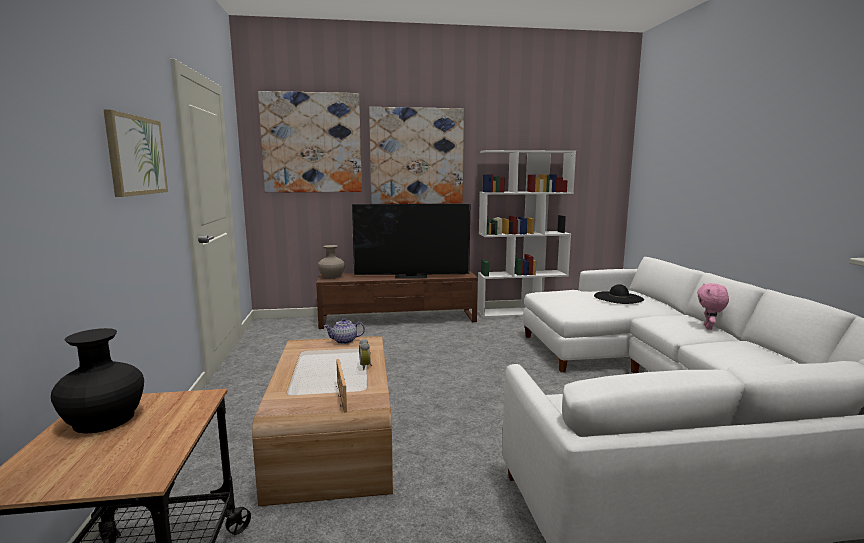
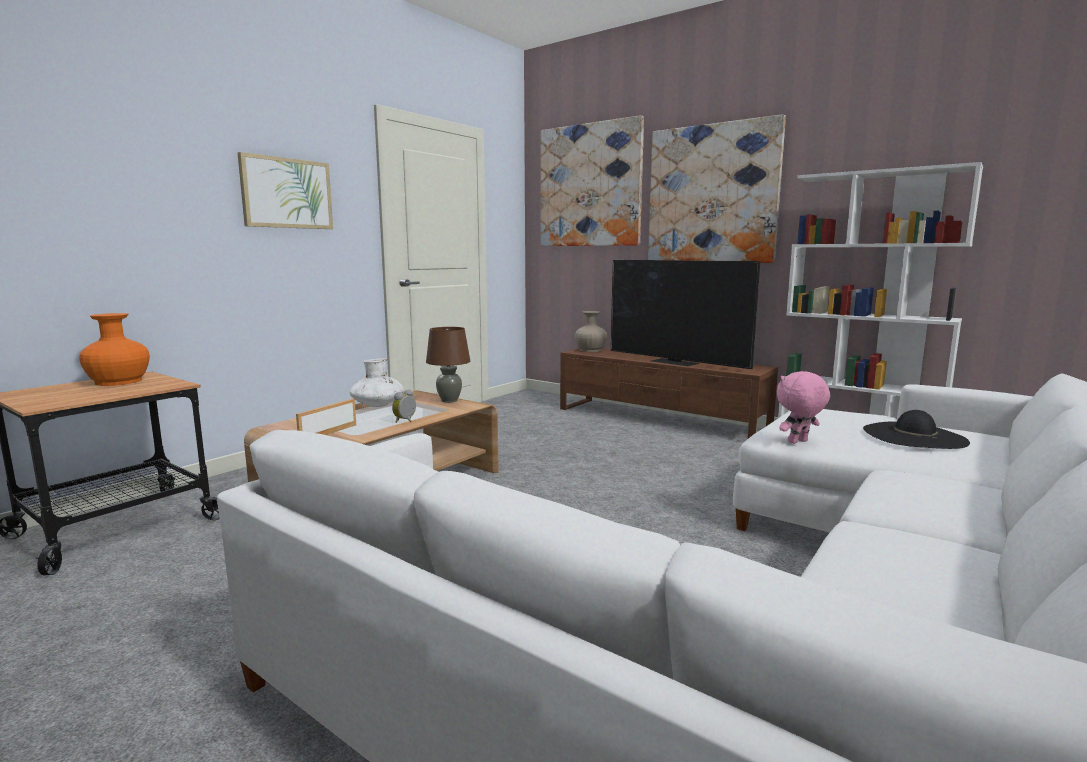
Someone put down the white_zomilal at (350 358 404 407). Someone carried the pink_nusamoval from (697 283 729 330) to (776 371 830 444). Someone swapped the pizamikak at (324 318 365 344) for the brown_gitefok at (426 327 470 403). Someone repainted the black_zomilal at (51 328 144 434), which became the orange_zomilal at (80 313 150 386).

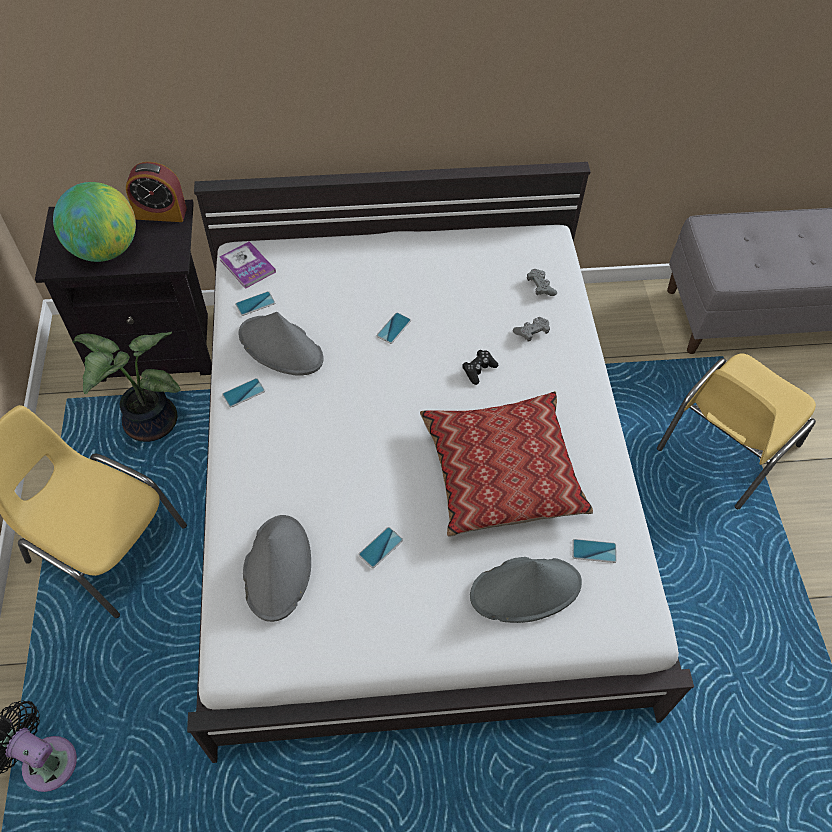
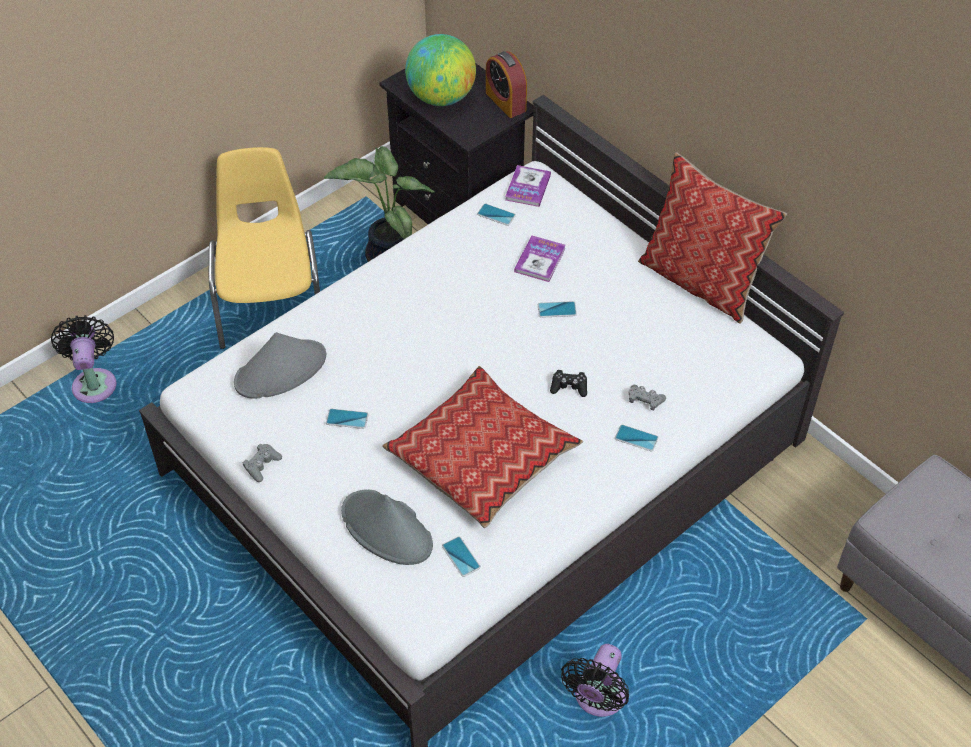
Someone took away the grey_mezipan at (238 312 324 376). Someone took away the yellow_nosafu at (657 353 816 509). Someone put down the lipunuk at (514 235 566 282). Someone put down the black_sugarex at (561 644 629 717). Someone put down the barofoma at (638 152 787 324). Someone carried the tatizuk from (222 378 265 407) to (615 425 659 451). Someone carried the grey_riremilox from (527 269 557 296) to (243 444 282 482).

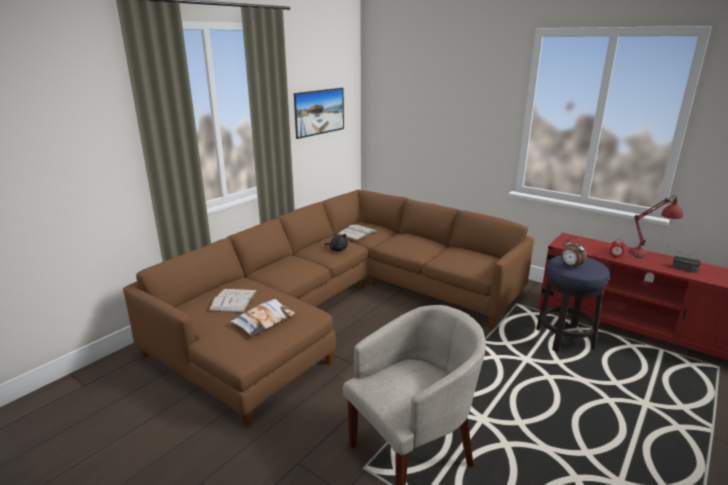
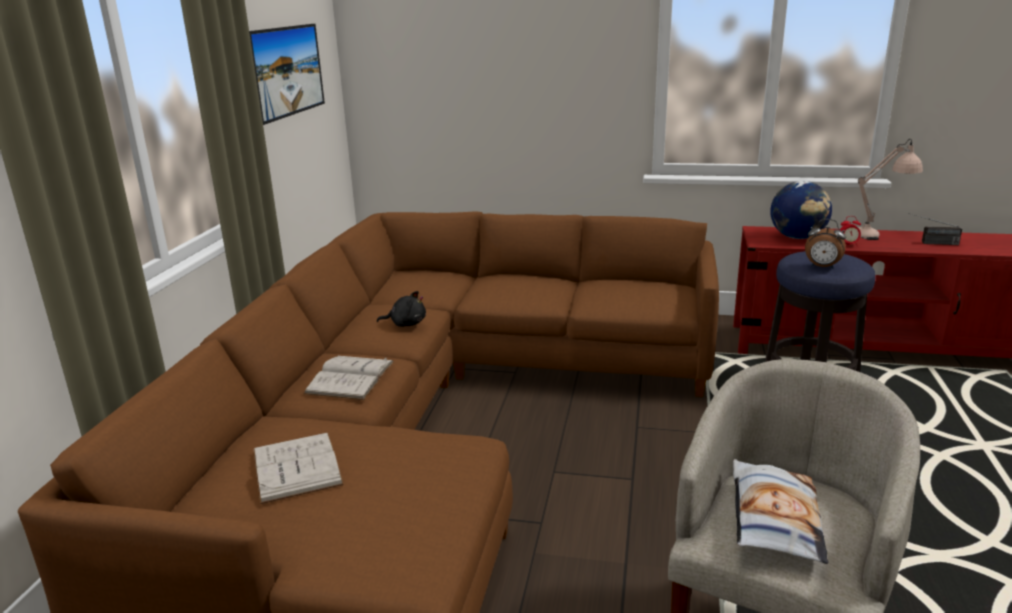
Someone put down the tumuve at (770 181 832 239). Someone carried the barofoma from (230 299 296 336) to (733 459 829 564). Someone carried the white_lipunuk from (337 225 377 241) to (304 356 394 400). Someone repainted the red_gitefok at (627 195 683 258), which became the beige_gitefok at (858 139 923 240).

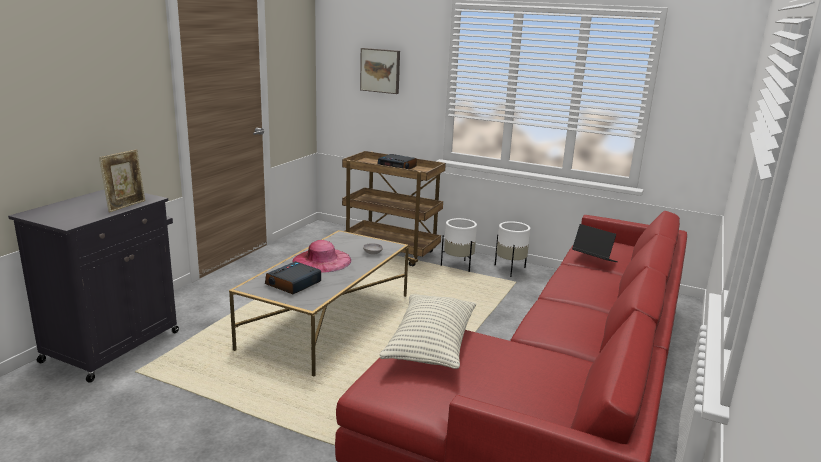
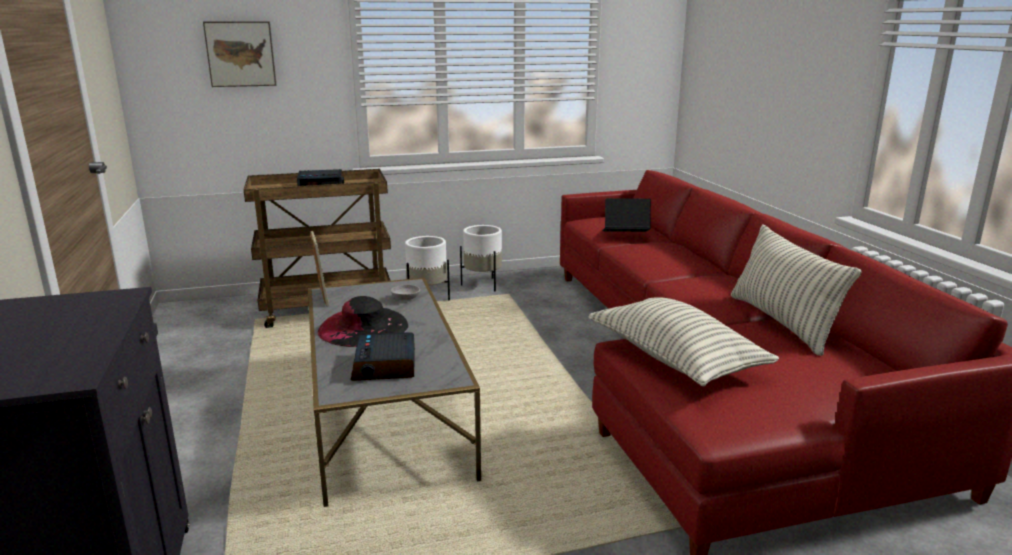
Someone put down the barofoma at (731 224 862 356). Someone carried the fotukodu from (99 149 145 212) to (311 231 329 306). Someone repainted the pink_mezipan at (293 240 351 273), which became the black_mezipan at (318 296 409 347).

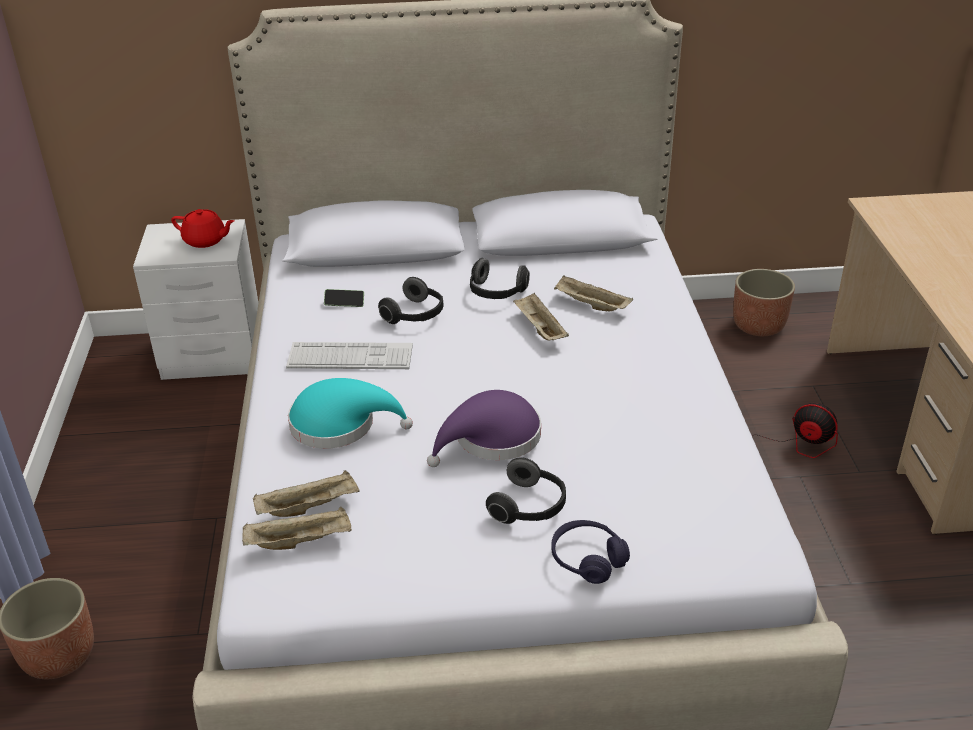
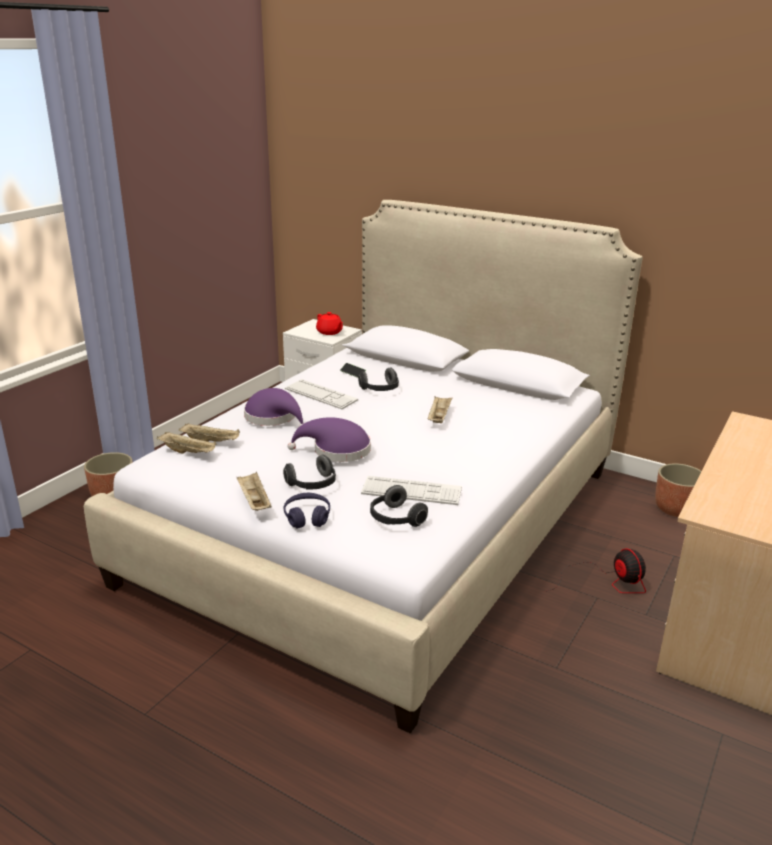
Someone put down the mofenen at (361 476 462 505). Someone carried the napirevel from (470 258 530 299) to (370 485 428 527). Someone carried the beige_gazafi from (554 275 633 311) to (236 472 272 511). Someone repainted the turquoise_mezipan at (288 378 413 449), which became the purple_mezipan at (244 388 304 427).

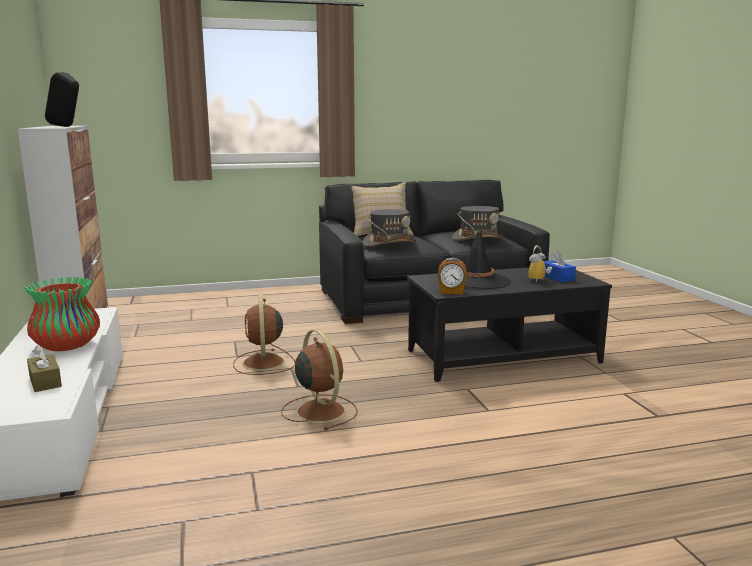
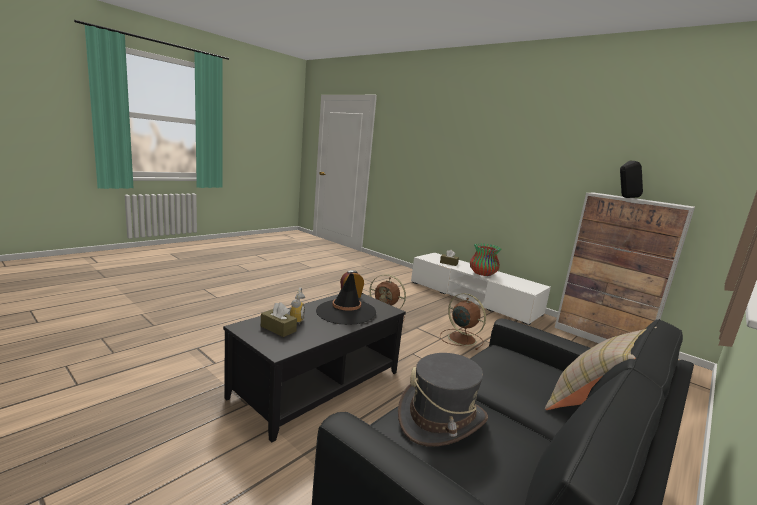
Someone took away the grey_mezipan at (363 209 416 247). Someone repainted the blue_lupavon at (544 251 576 282), which became the brown_lupavon at (261 302 297 337).

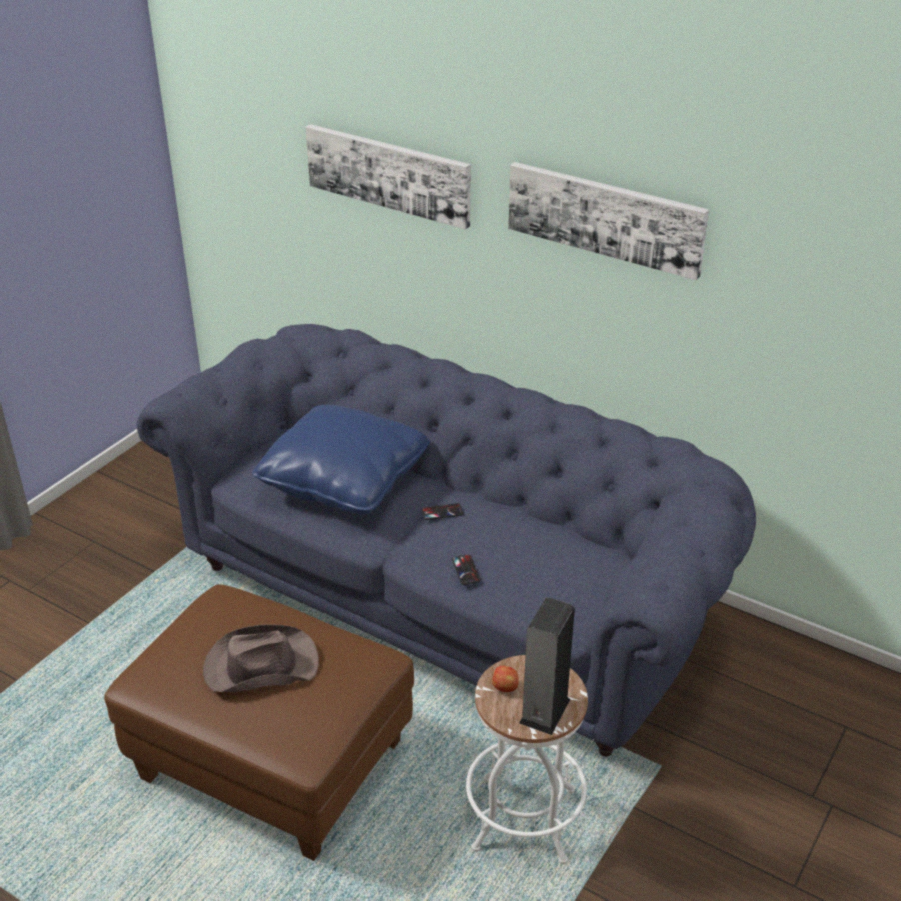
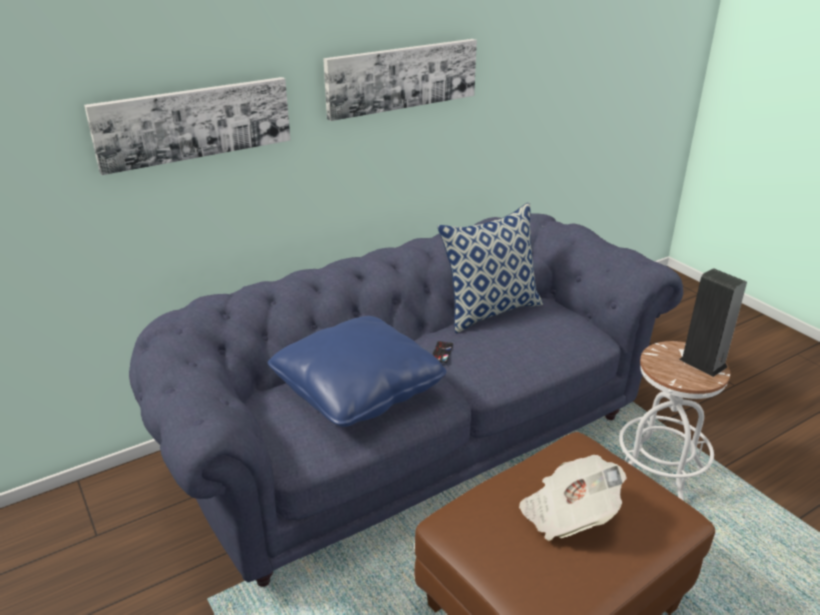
Someone took away the tatizuk at (452 554 481 585). Someone took away the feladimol at (492 666 519 692). Someone put down the barofoma at (437 202 543 333). Someone swapped the brown_mezipan at (203 624 319 692) for the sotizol at (519 455 627 541).

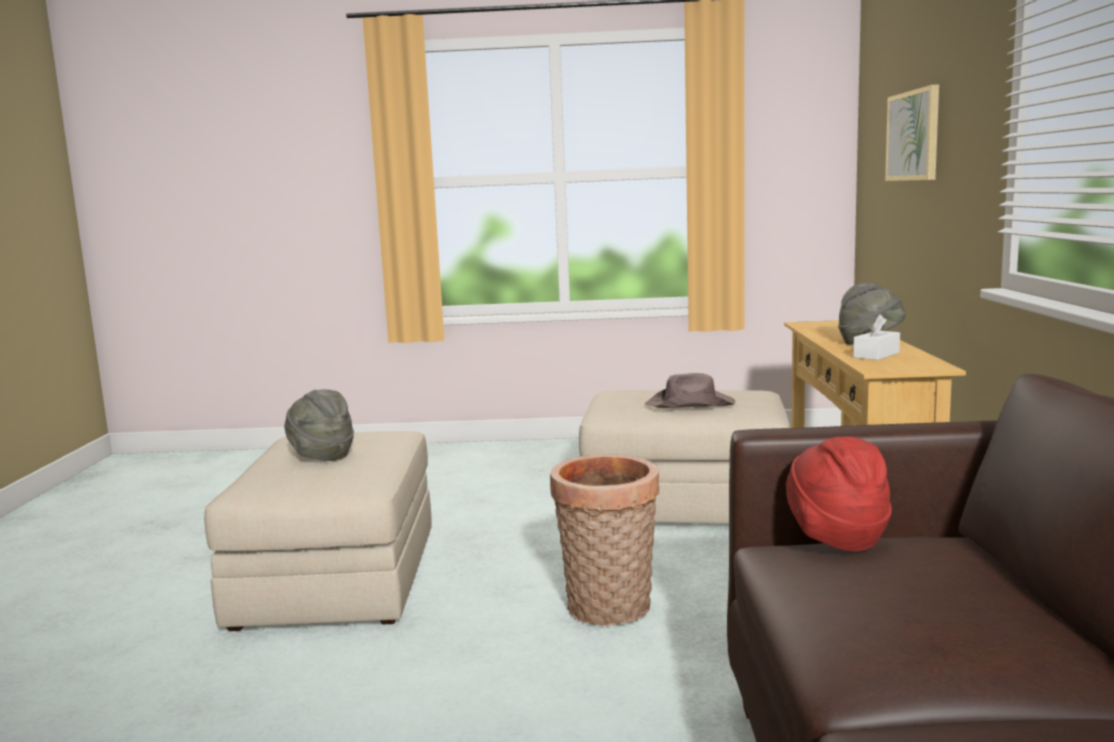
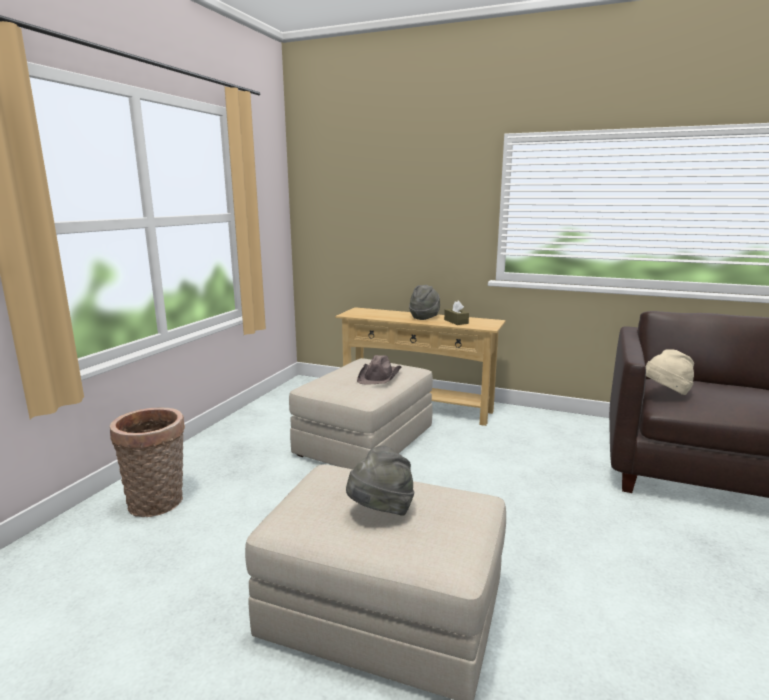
Someone took away the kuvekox at (885 84 939 181). Someone carried the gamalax from (550 454 659 626) to (110 408 185 517). Someone repainted the red_mezipan at (785 437 892 551), which became the beige_mezipan at (646 350 694 395). Someone repainted the white_lupavon at (853 314 900 360), which became the brown_lupavon at (444 301 469 325).

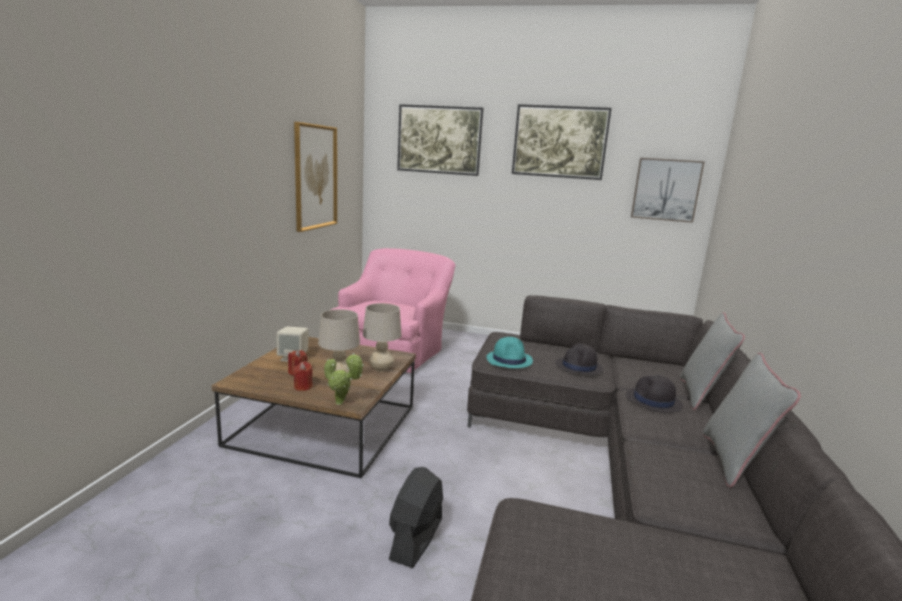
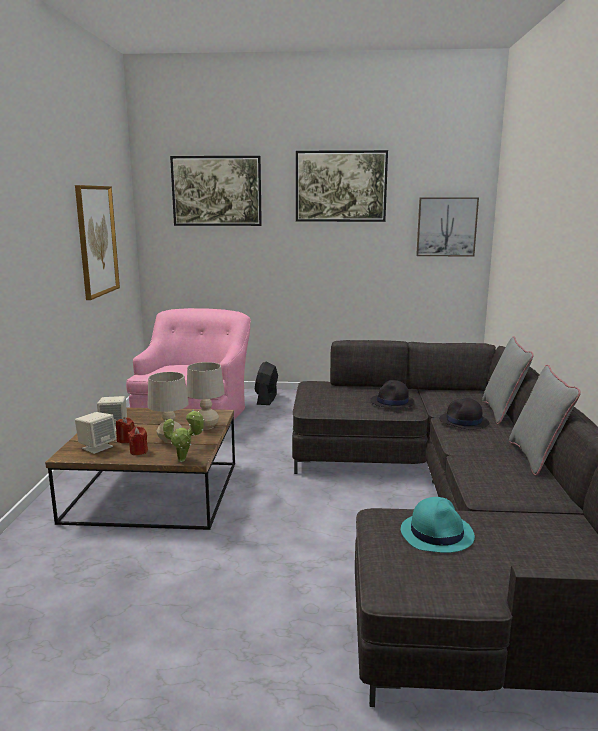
Someone put down the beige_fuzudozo at (75 412 116 454). Someone carried the black_sugarex from (388 467 443 568) to (255 362 278 405). Someone carried the turquoise_mezipan from (486 337 533 368) to (401 497 475 553).

